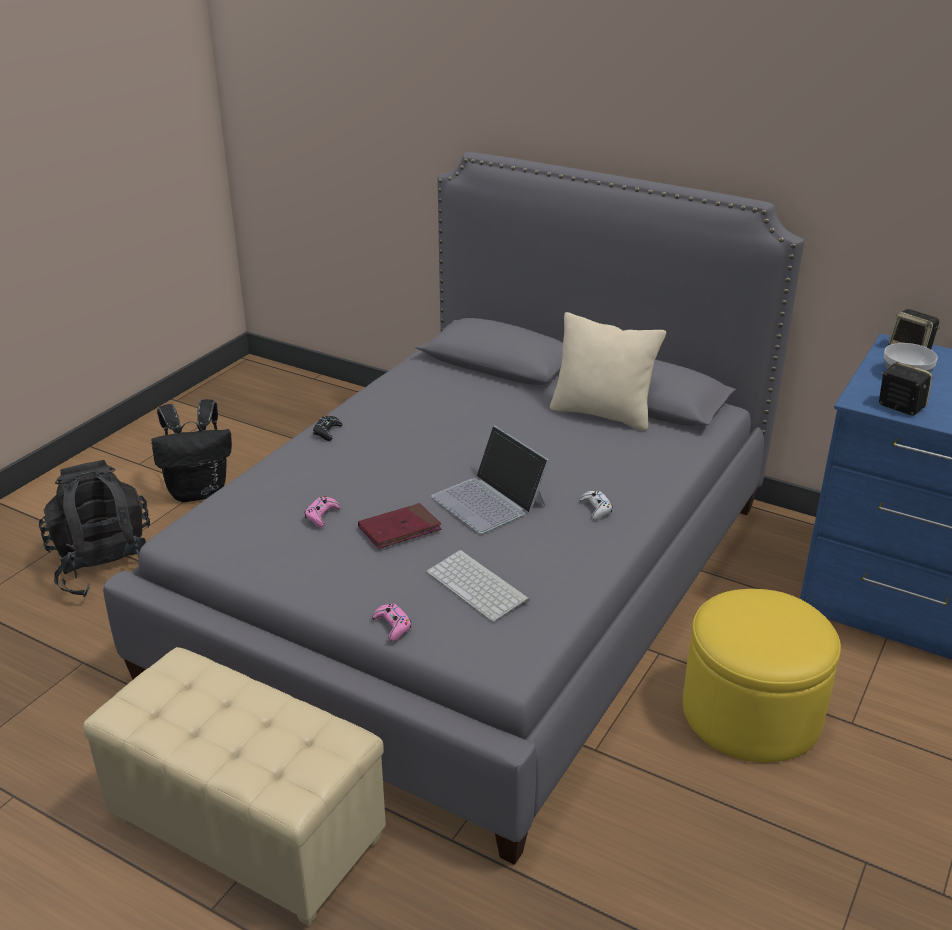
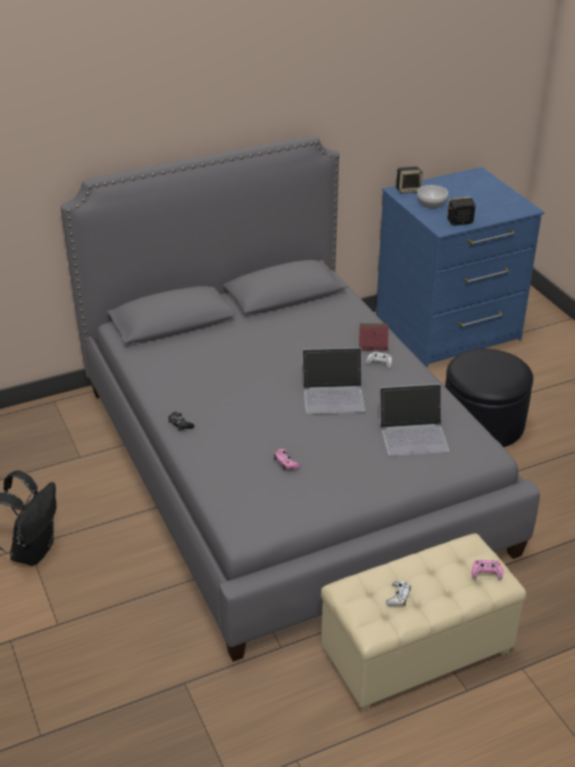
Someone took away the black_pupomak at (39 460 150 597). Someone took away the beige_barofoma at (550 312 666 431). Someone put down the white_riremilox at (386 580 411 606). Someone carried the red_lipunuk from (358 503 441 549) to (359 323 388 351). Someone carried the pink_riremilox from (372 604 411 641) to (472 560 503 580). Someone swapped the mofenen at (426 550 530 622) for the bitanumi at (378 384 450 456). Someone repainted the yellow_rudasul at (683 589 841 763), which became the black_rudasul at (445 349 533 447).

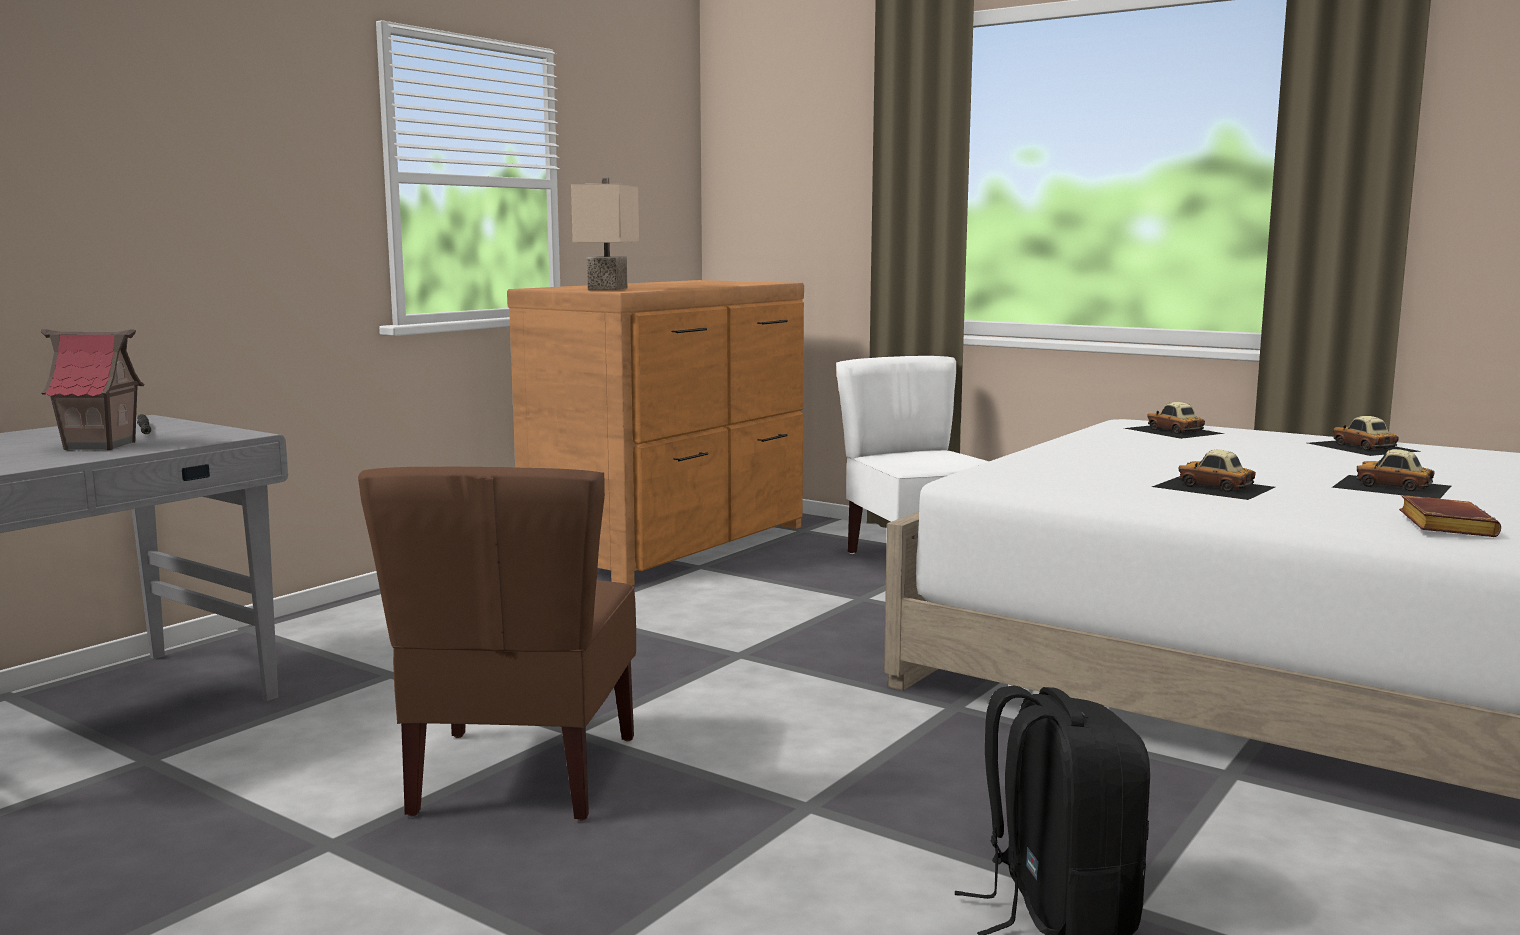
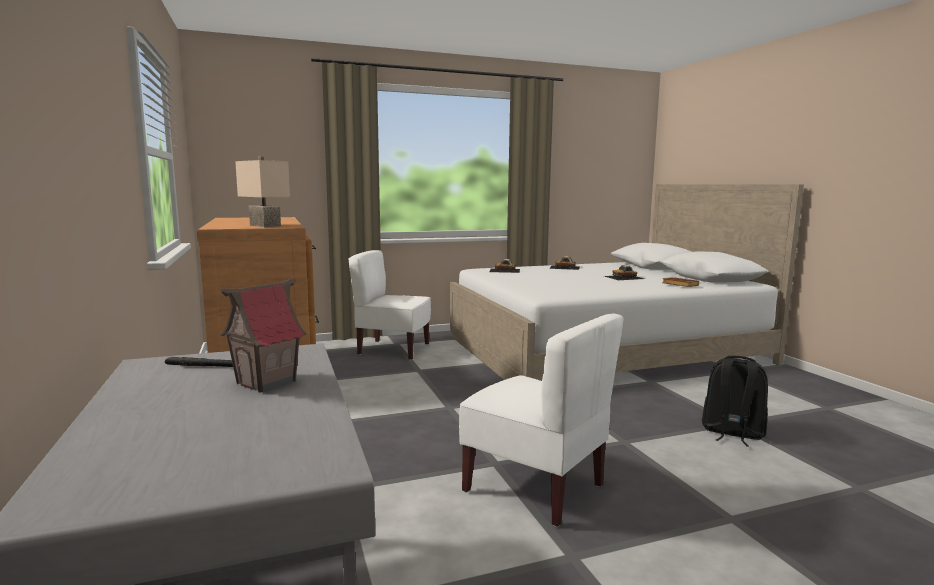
Someone took away the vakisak at (1152 449 1275 500). Someone repainted the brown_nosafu at (358 467 636 821), which became the white_nosafu at (459 314 624 527).

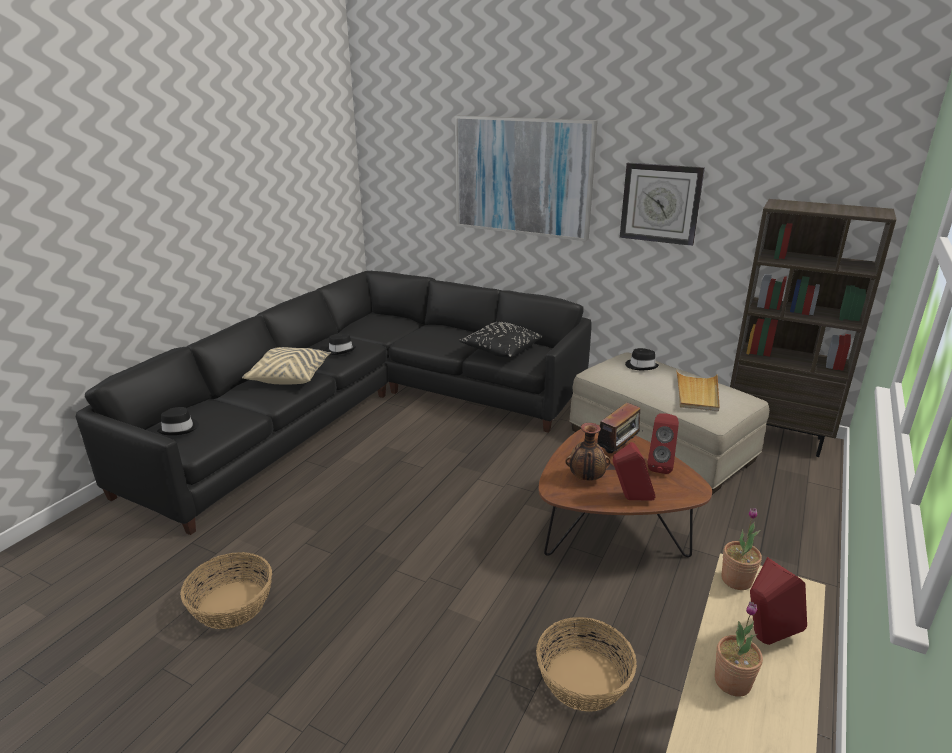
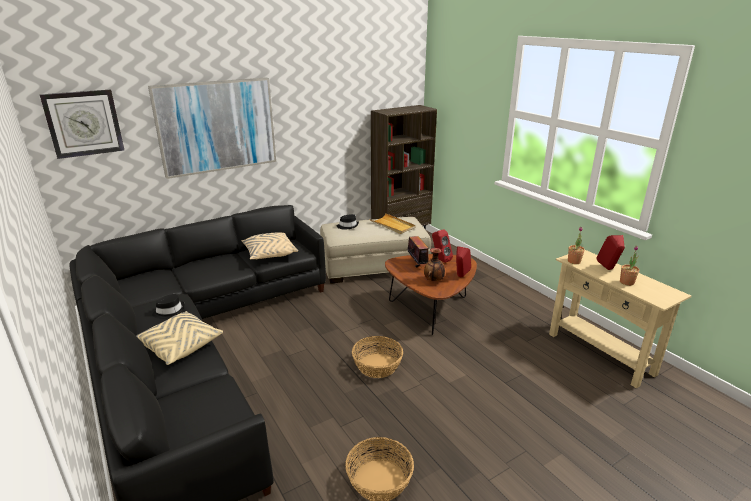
Someone took away the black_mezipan at (157 407 199 435). Someone carried the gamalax from (536 617 637 712) to (352 336 403 378). Someone carried the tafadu from (620 163 705 246) to (39 89 125 159). Someone repainted the black_barofoma at (459 322 543 358), which became the beige_barofoma at (241 232 298 259).

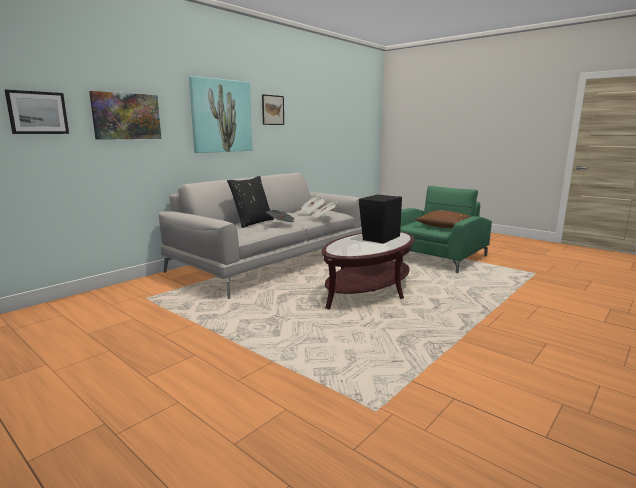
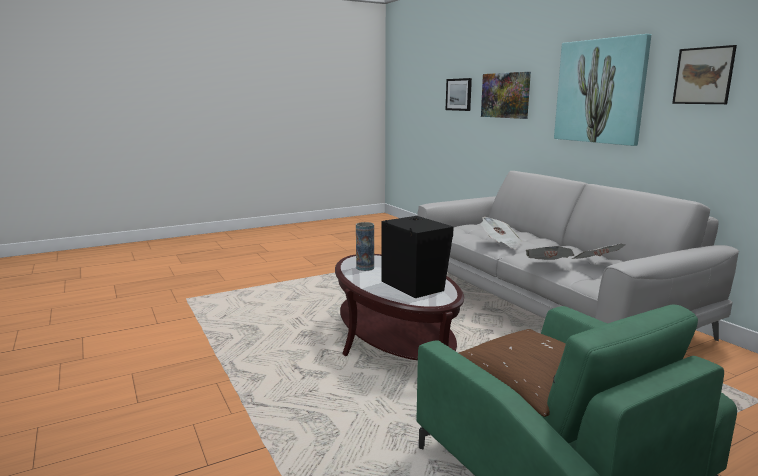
Someone took away the black_barofoma at (227 176 274 228). Someone put down the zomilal at (356 222 374 271).

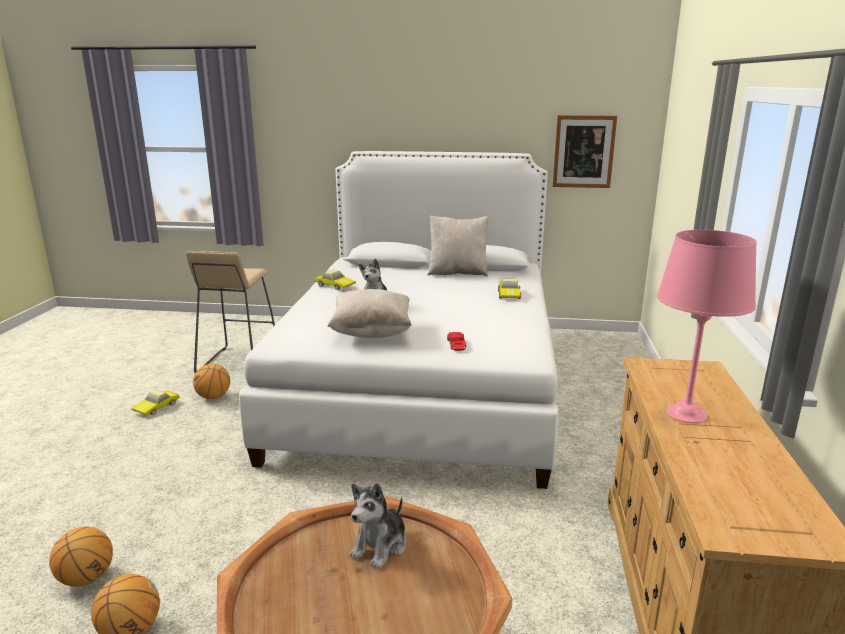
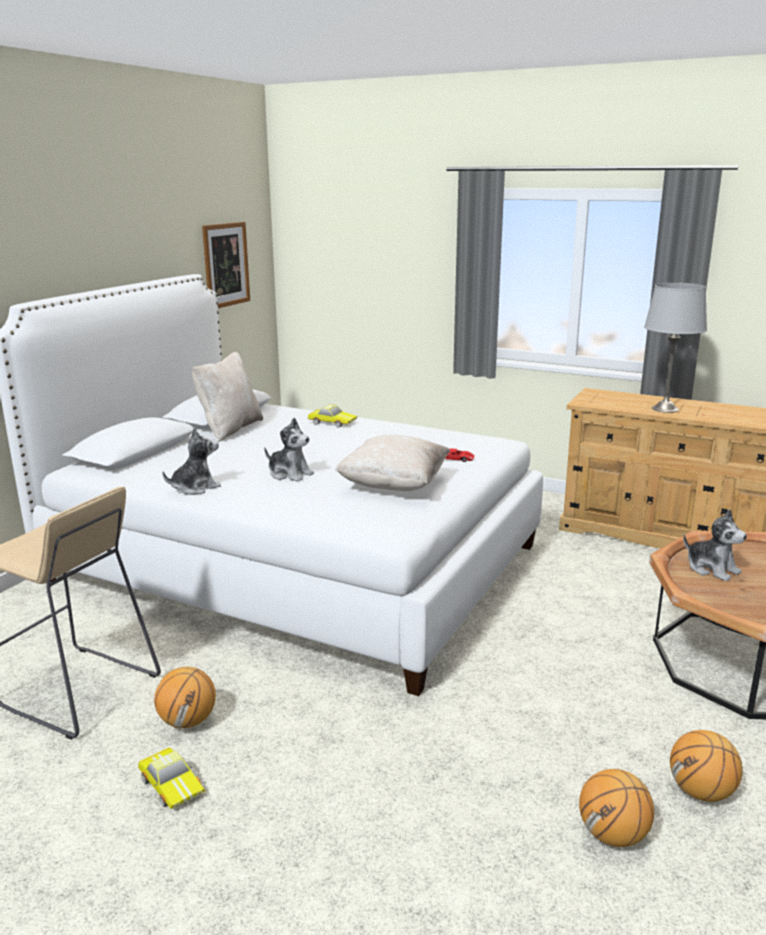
Someone swapped the vakisak at (314 270 356 290) for the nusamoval at (162 427 221 495). Someone repainted the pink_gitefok at (657 230 757 423), which became the grey_gitefok at (644 283 707 413).

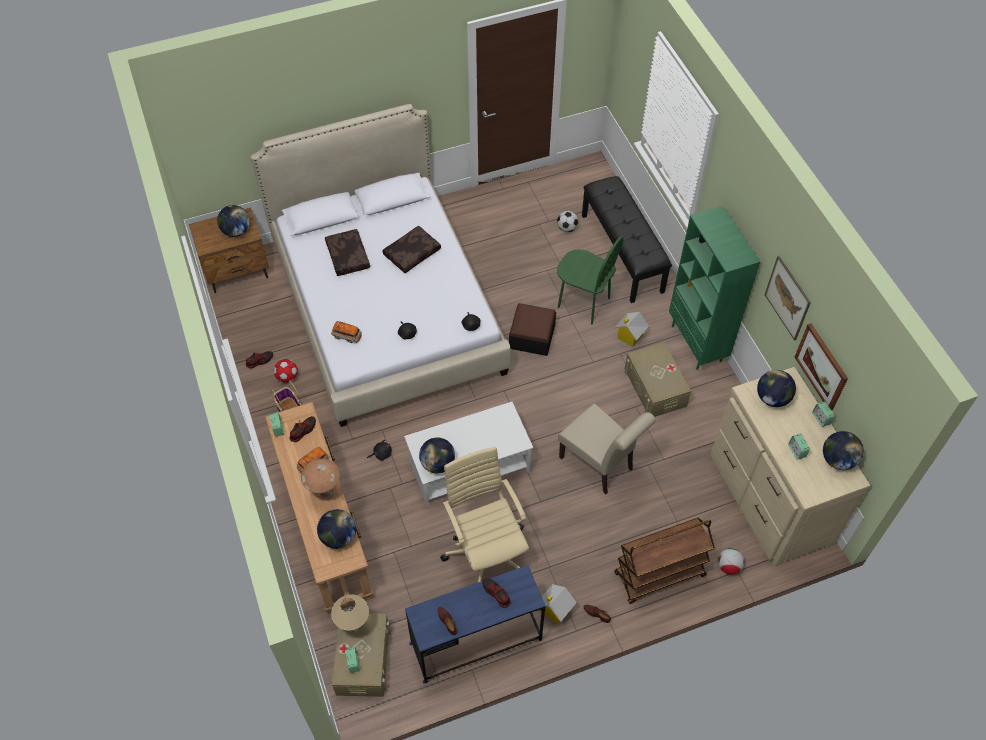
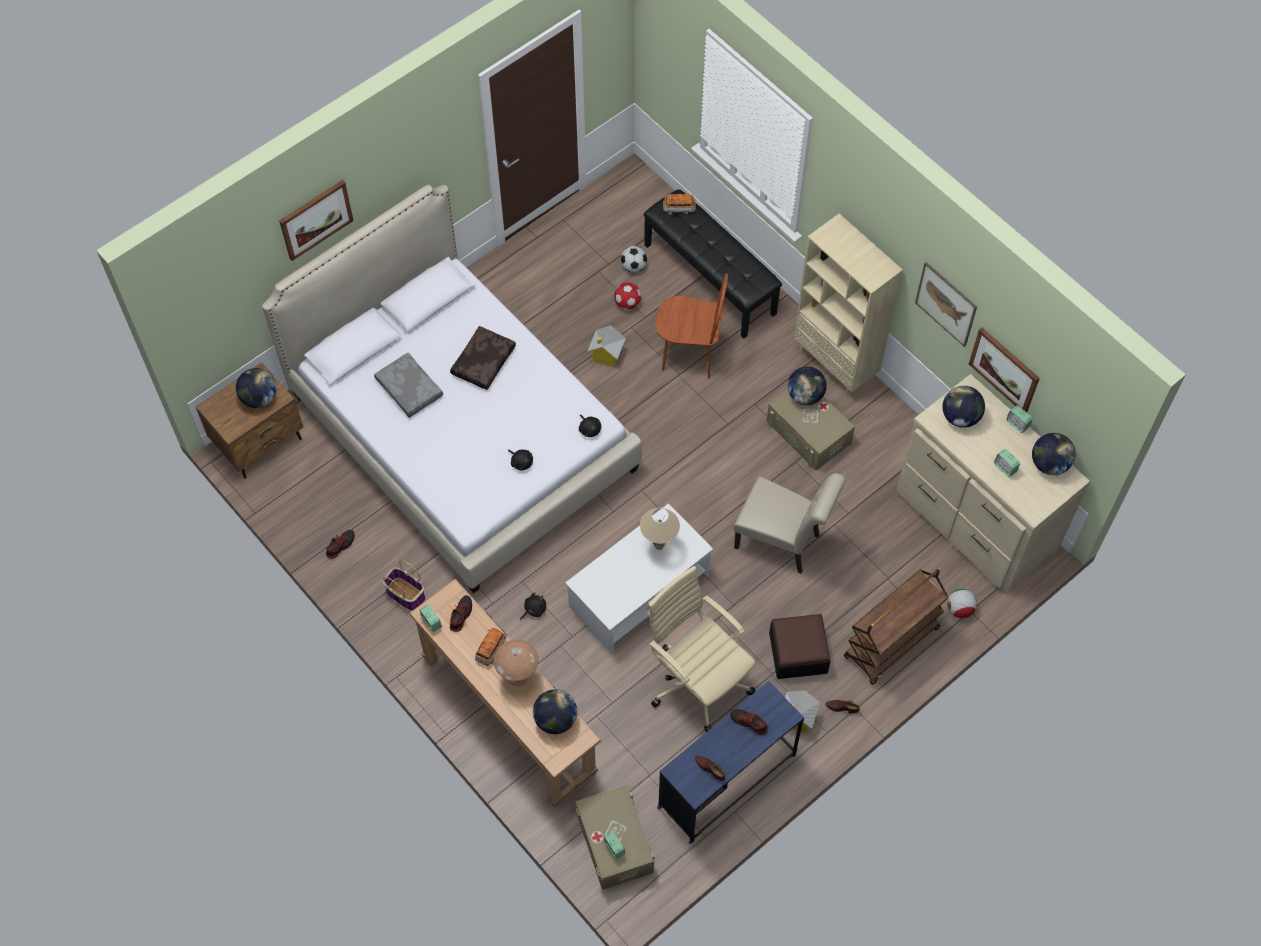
Someone put up the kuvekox at (279 180 354 261). Someone carried the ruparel from (274 359 298 383) to (614 282 641 309). Someone carried the vakisak from (331 321 362 343) to (663 194 696 214). Someone carried the beige_gitefok from (331 595 369 632) to (640 508 680 550). Someone carried the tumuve from (419 438 455 473) to (788 366 827 405). Someone carried the rudasul from (509 303 556 356) to (769 614 831 679). Someone carried the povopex from (615 312 649 348) to (588 325 626 368). Someone repainted the brown_barofoma at (325 229 370 276), which became the grey_barofoma at (374 353 443 418). Someone repainted the green_nosafu at (557 236 624 324), which became the brown_nosafu at (655 273 728 379). Someone repainted the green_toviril at (669 206 760 370), which became the beige_toviril at (794 214 903 397).

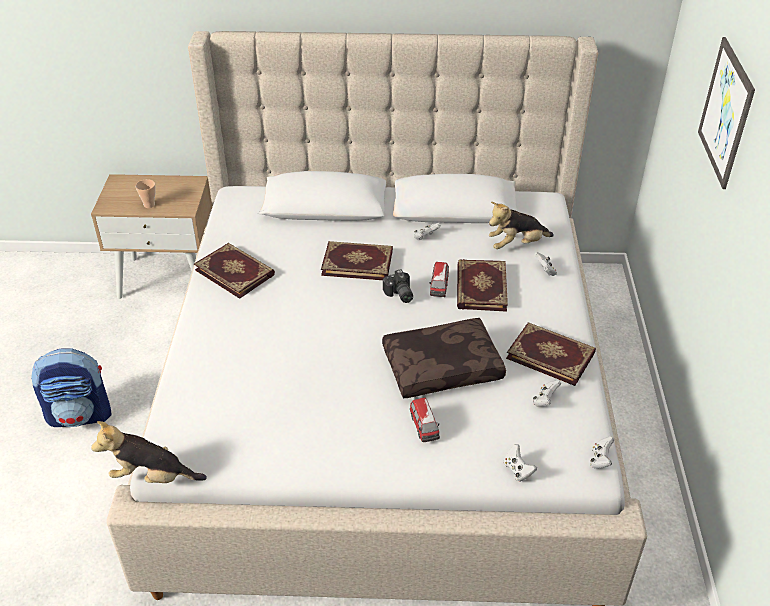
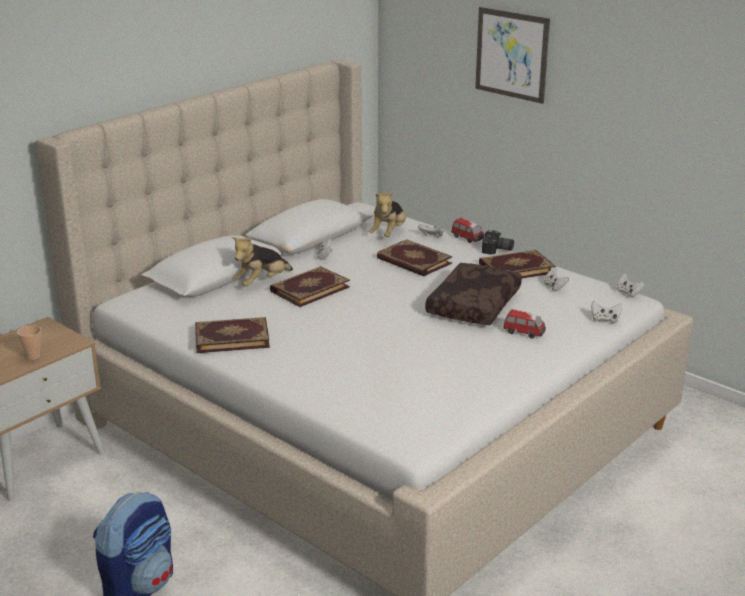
Someone carried the nusamoval from (91 421 207 483) to (232 237 293 286). Someone carried the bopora from (383 270 413 303) to (482 230 514 255). Someone carried the vakisak from (430 262 449 297) to (452 218 484 243).

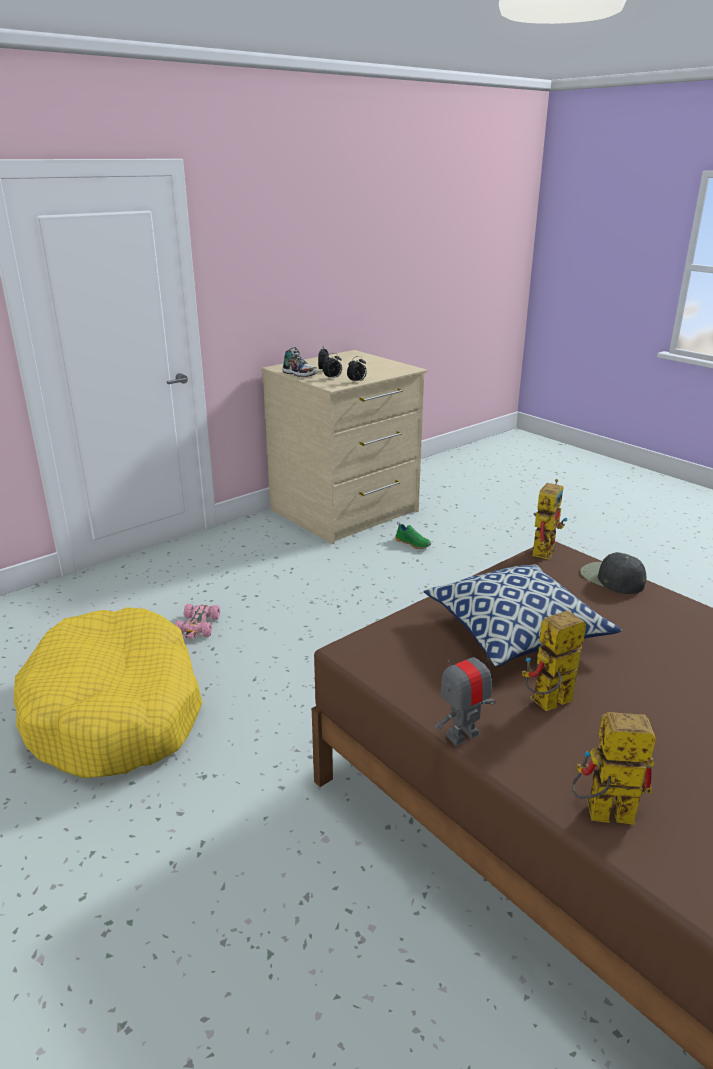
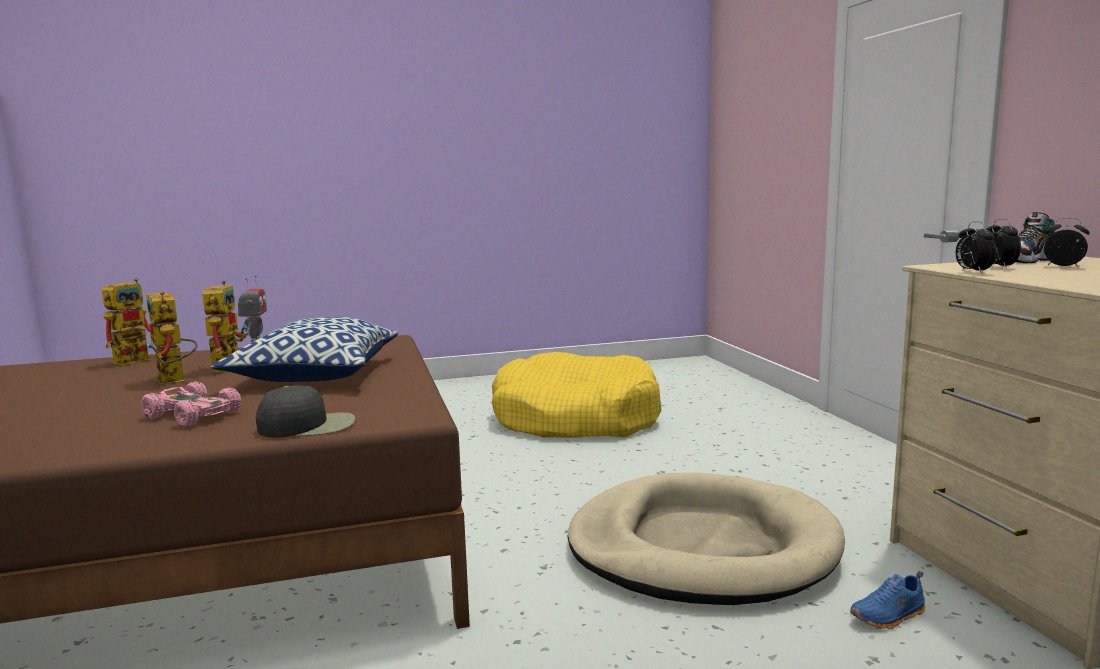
Someone put down the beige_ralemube at (567 472 845 605). Someone carried the pink_vakisak from (175 604 220 639) to (141 381 241 427). Someone carried the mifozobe from (532 479 568 560) to (147 291 198 385). Someone repainted the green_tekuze at (395 522 431 549), which became the blue_tekuze at (850 571 925 629).

